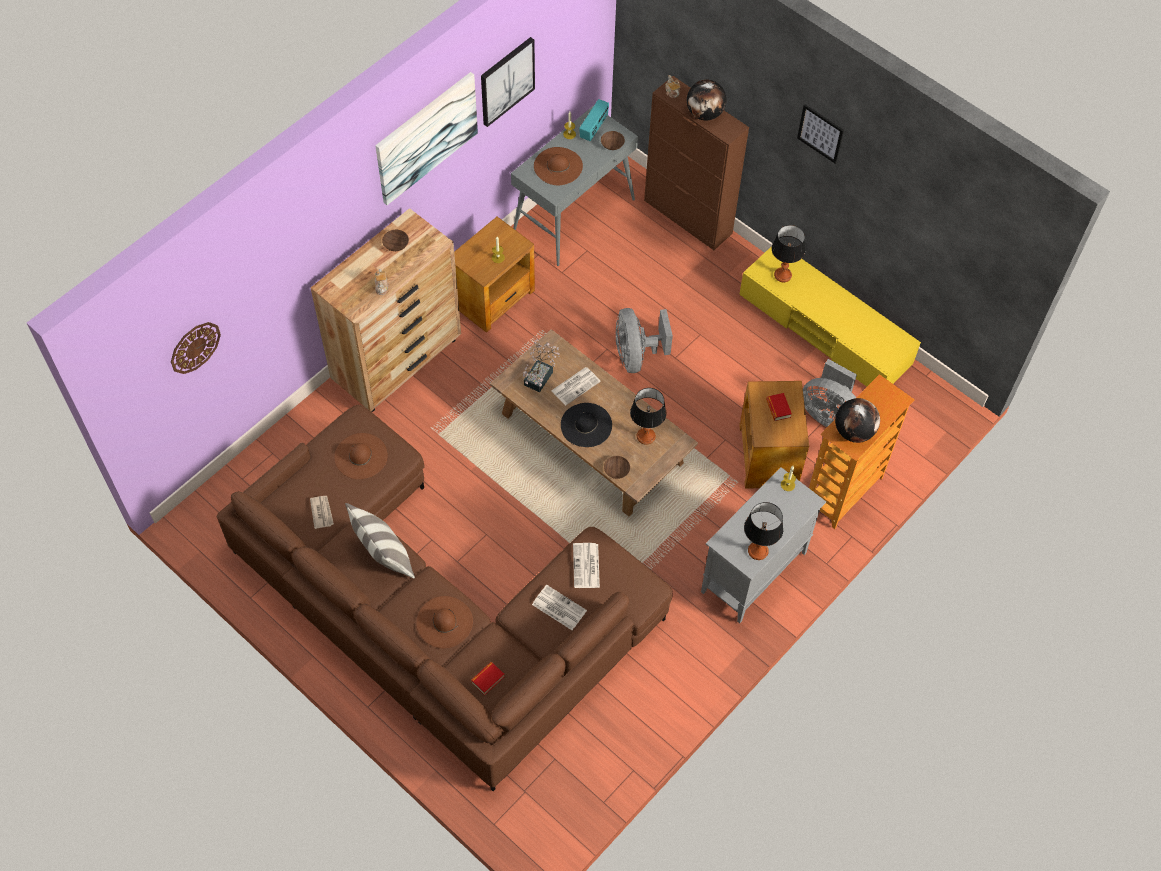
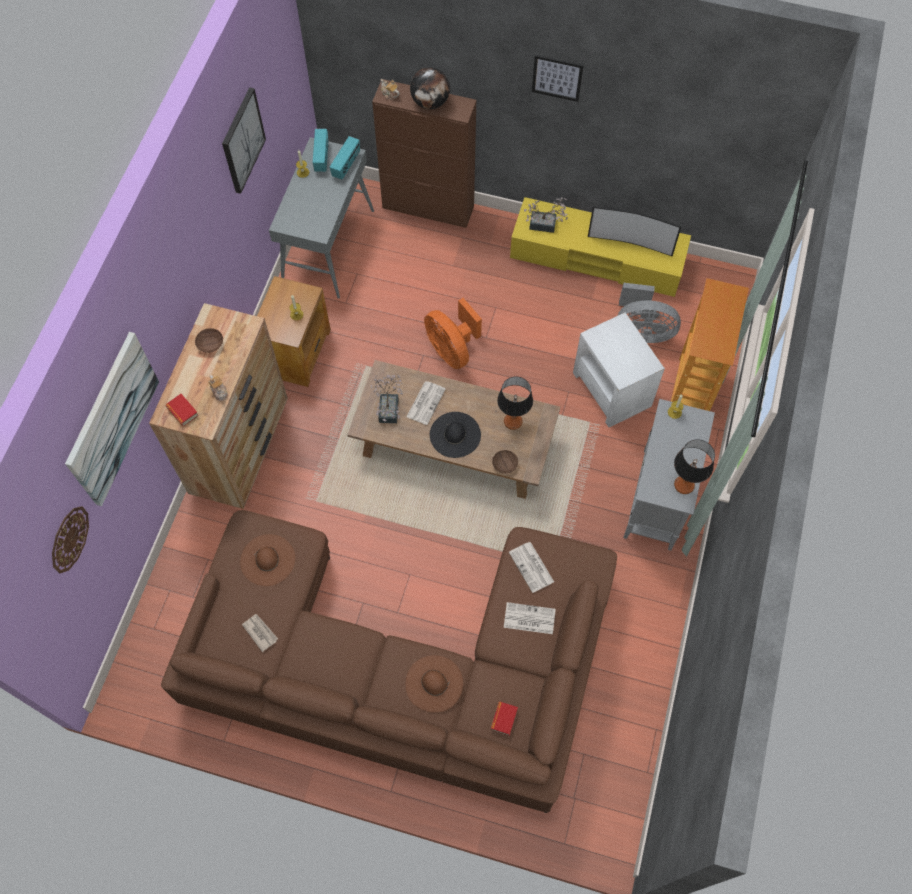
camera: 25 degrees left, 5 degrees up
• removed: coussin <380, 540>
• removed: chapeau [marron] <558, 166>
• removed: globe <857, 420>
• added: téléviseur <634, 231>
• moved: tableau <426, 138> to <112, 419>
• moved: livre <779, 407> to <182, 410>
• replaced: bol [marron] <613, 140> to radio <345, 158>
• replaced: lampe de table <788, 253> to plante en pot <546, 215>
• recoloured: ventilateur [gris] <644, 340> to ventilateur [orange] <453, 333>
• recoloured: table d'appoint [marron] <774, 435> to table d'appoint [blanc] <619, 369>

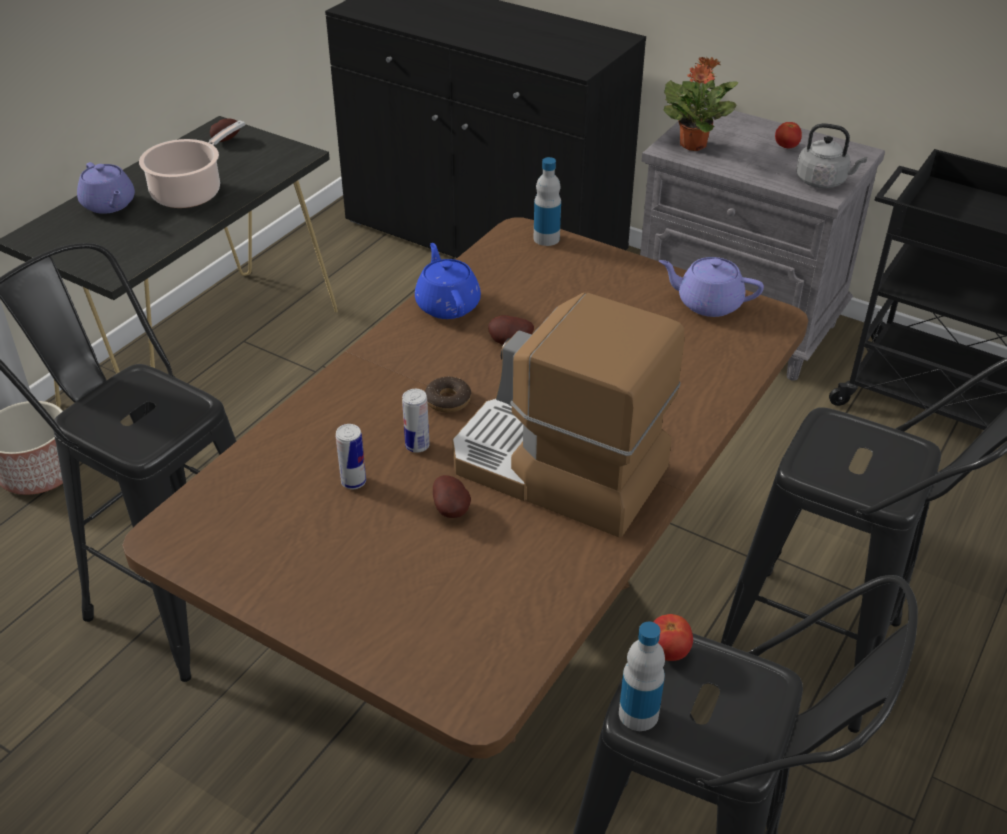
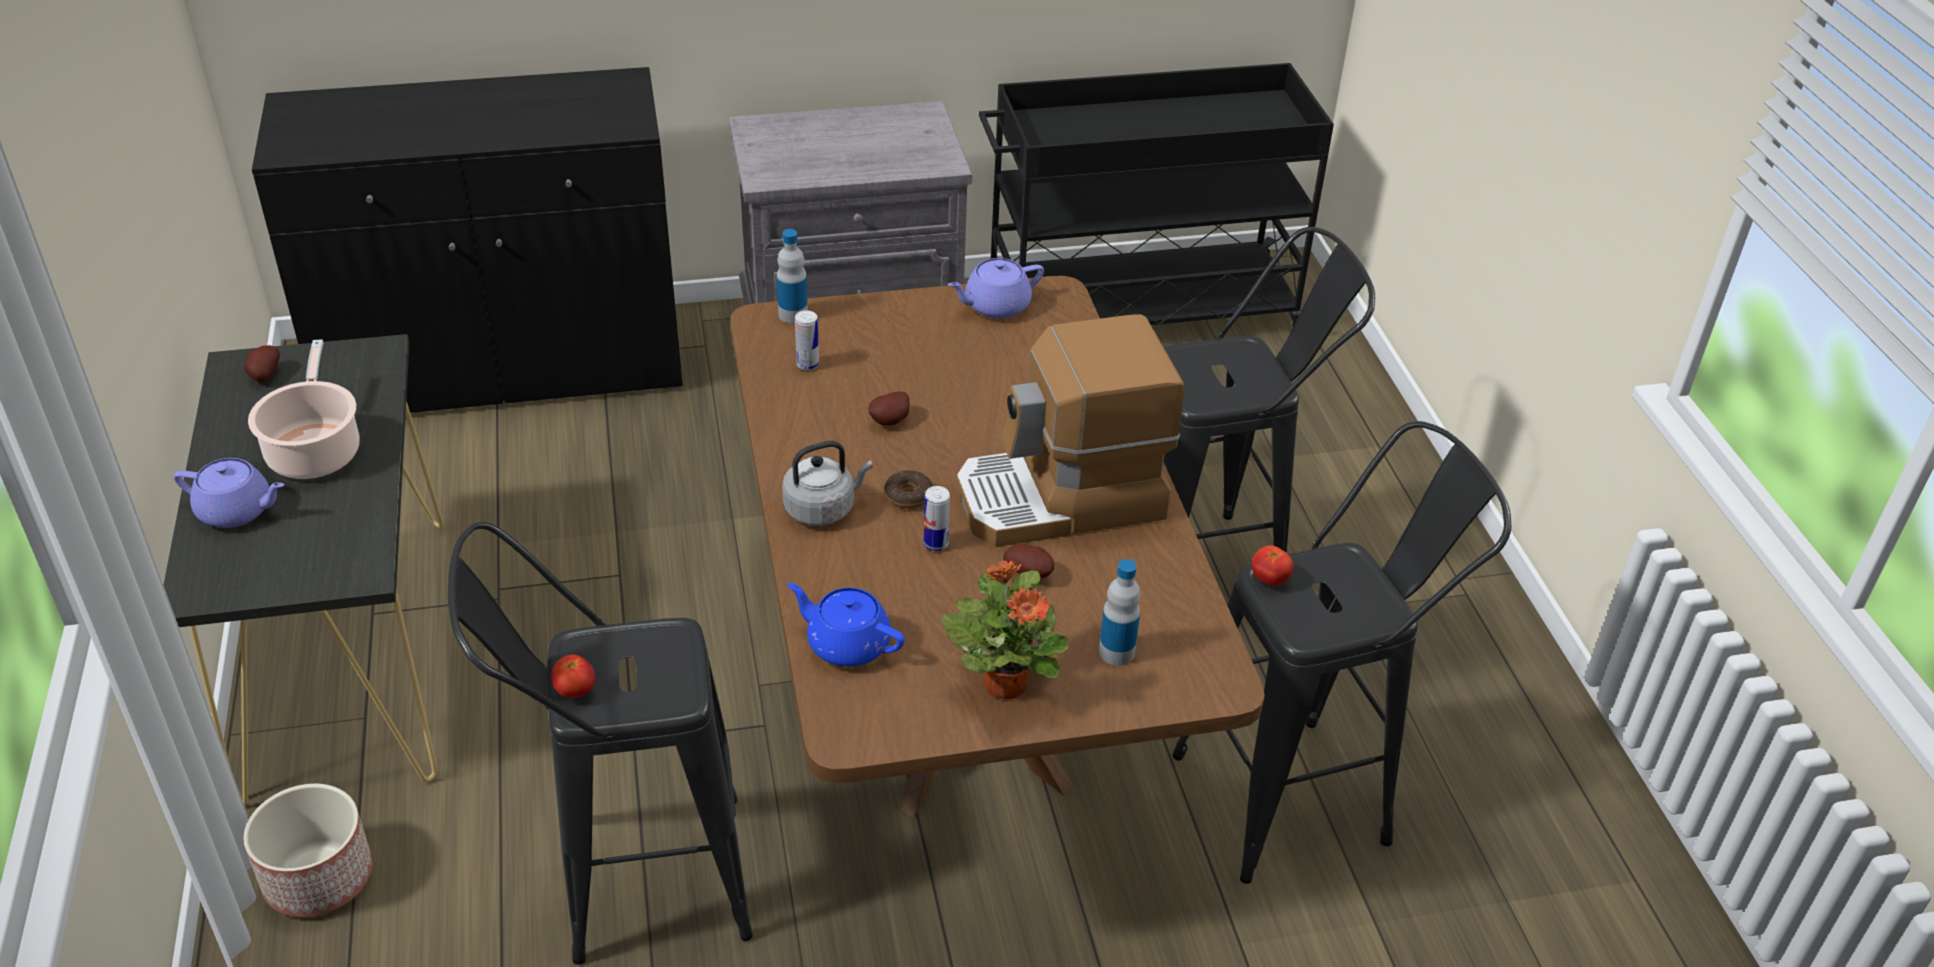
camera: 45 degrees left, 0 degrees up
• moved: boîte métallique <351, 456> to <807, 340>
• moved: théière [bleu] <448, 281> to <846, 625>
• moved: bouteille <642, 676> to <1120, 612>
• moved: plante en pot <700, 103> to <1005, 630>
• moved: tomate <788, 135> to <573, 676>
• moved: bouilloire [gris] <831, 155> to <827, 483>

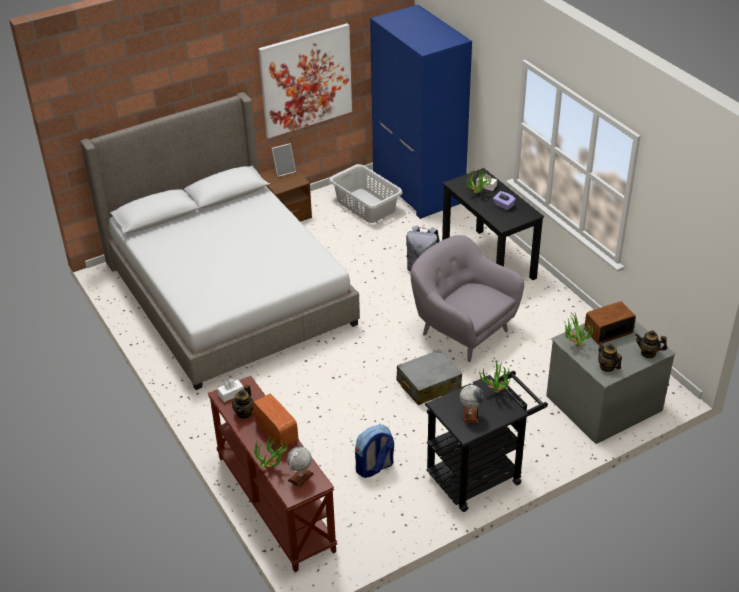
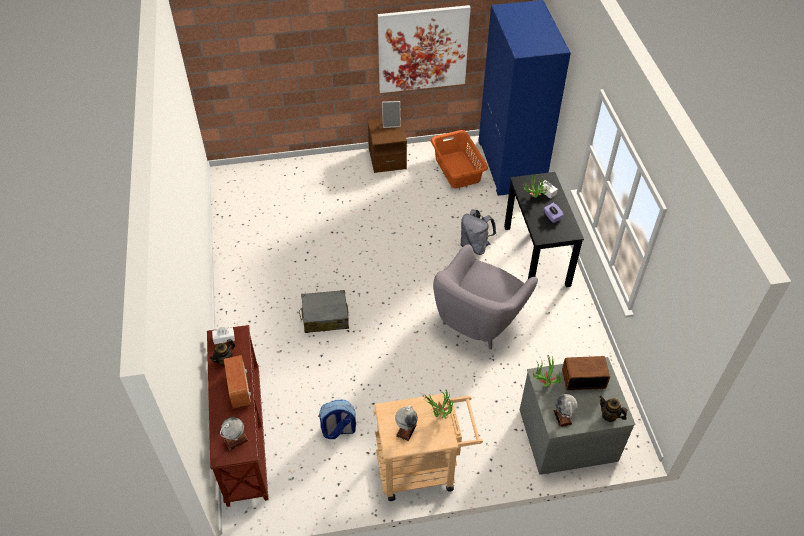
camera: 20 degrees right, 10 degrees up
• removed: lit <220, 241>
• removed: plante en pot <270, 452>
• moved: valise [gris] <429, 377> to <324, 311>
• replaced: théière <610, 356> to globe <565, 410>
• recoloured: panier à linge [gris] <366, 193> to panier à linge [orange] <459, 159>
• recoloured: chariot [noir] <486, 441> to chariot [beige] <428, 447>
• turned: fauteuil [gris] <467, 298> = <485, 297> 120 degrees counterclockwise

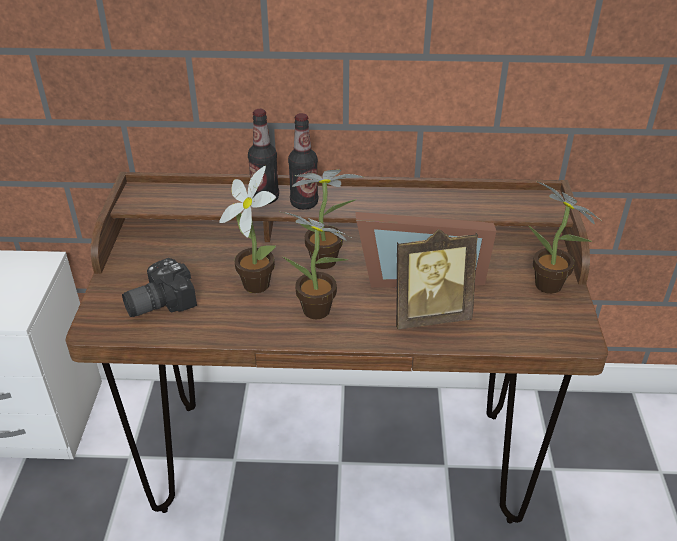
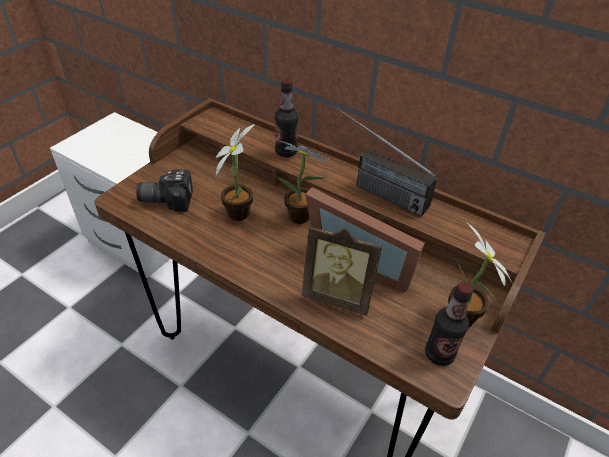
camera: 30 degrees right, 5 degrees up
• removed: plante en pot <317, 265>
• added: radio <387, 162>
• moved: bouteille <303, 161> to <449, 324>

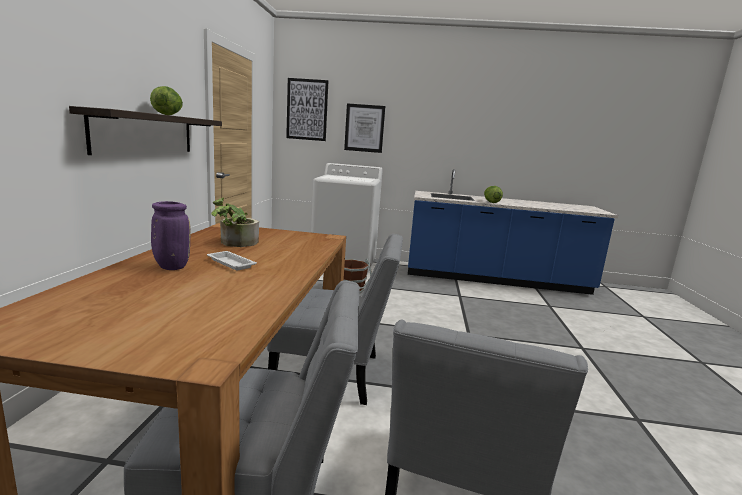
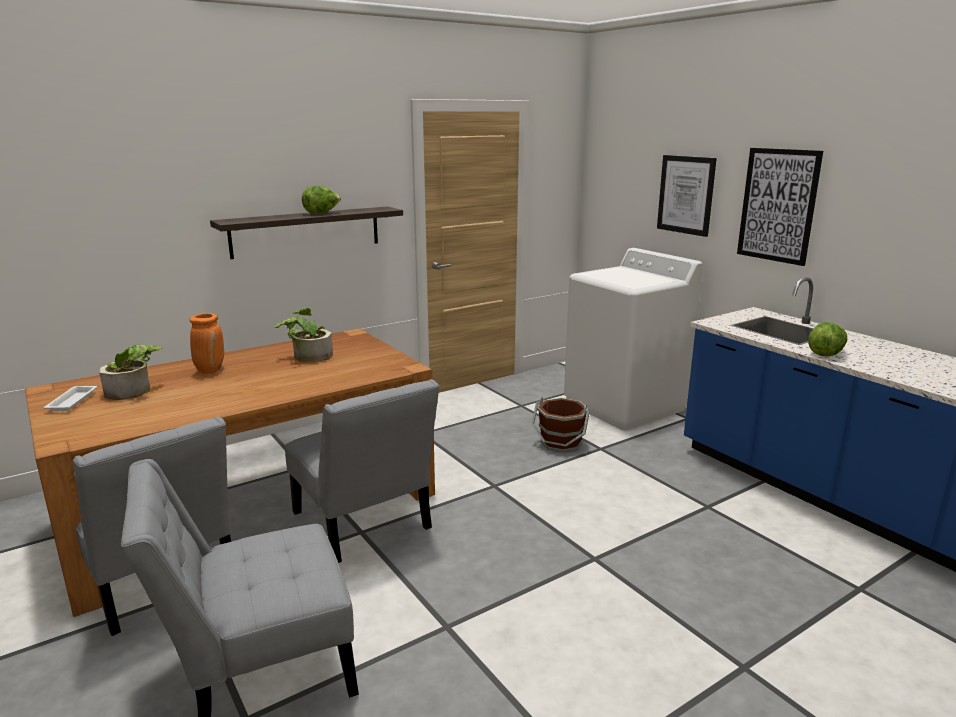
camera: 50 degrees right, 5 degrees up
• added: plante en pot <131, 372>
• moved: plateau [blanc] <232, 260> to <70, 398>
• moved: tableau <307, 109> to <780, 207>
• recoloured: vase [violet] <171, 235> to vase [orange] <207, 343>

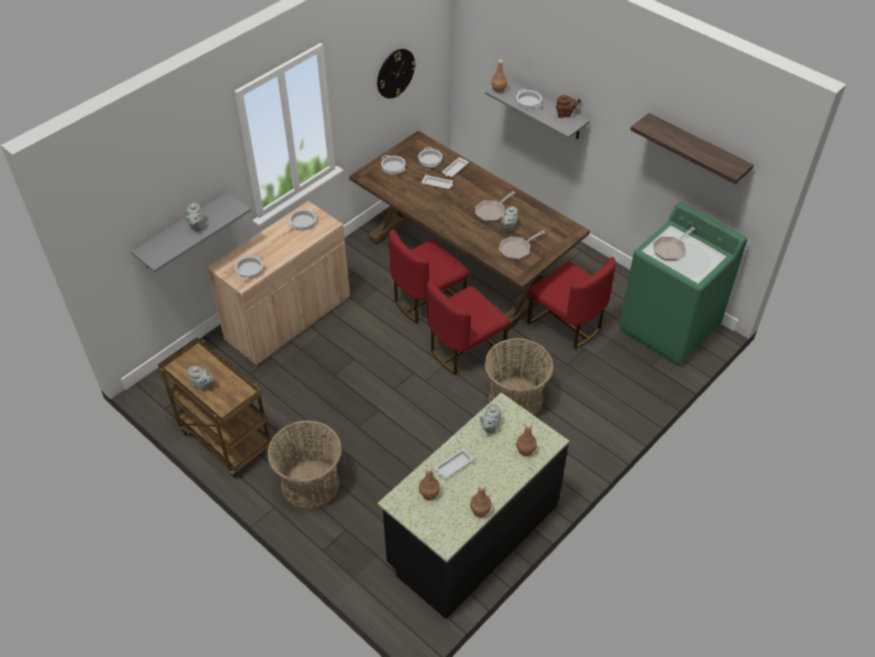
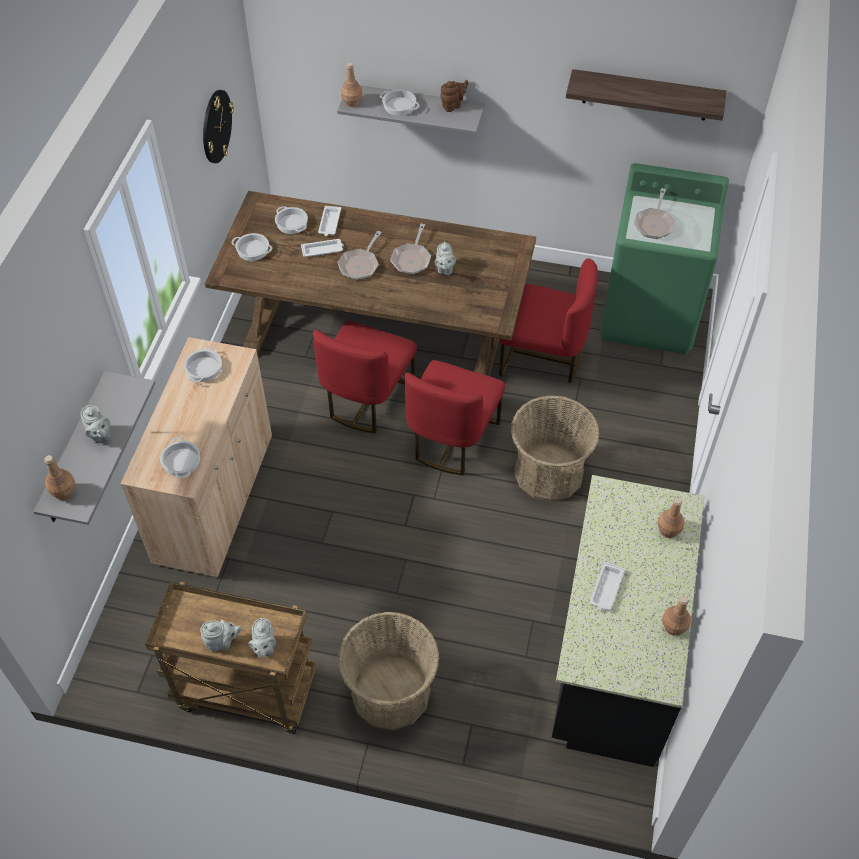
camera: 30 degrees left, 5 degrees up
• moved: bouteille [marron] <429, 483> to <59, 477>
• moved: théière [gris] <490, 419> to <262, 638>
• moved: poêle <522, 245> to <359, 255>

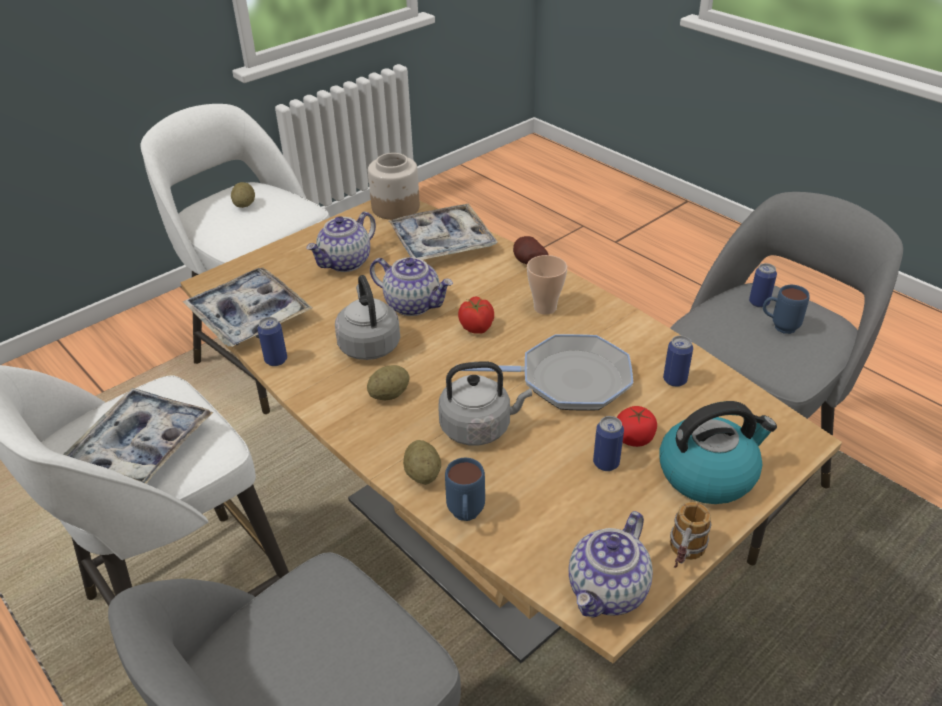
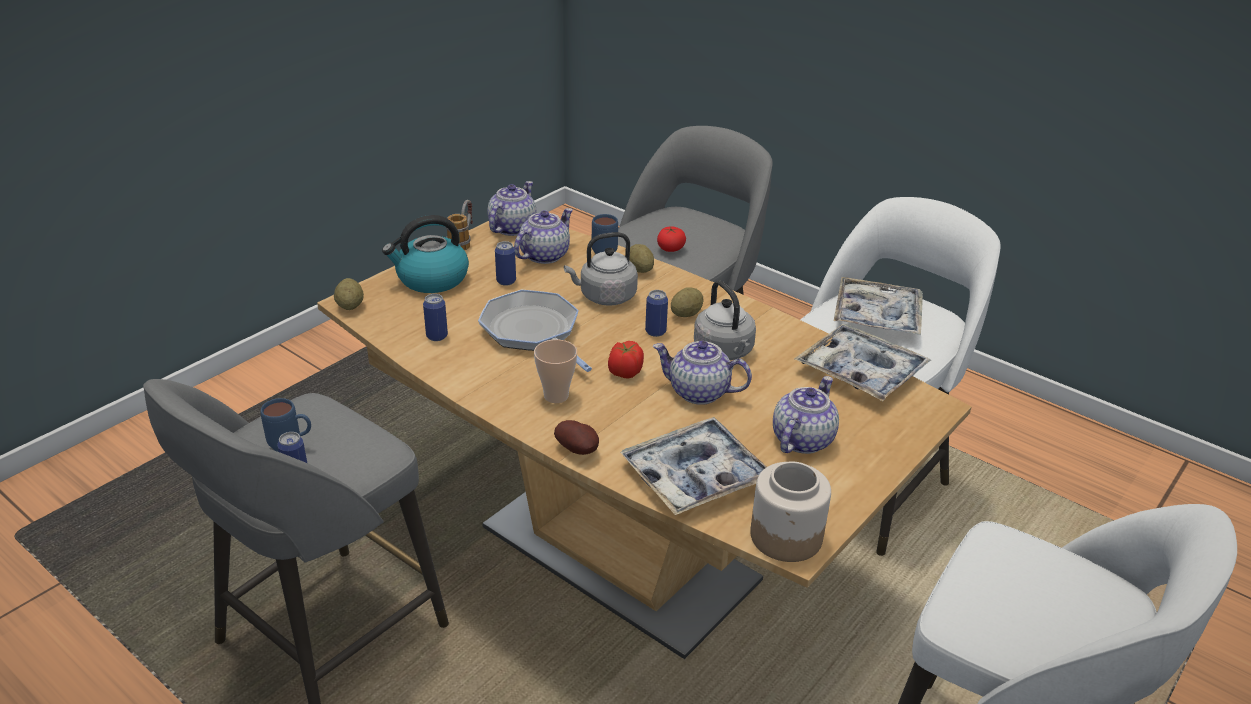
camera: 170 degrees right, 5 degrees down
• added: théière <543, 236>
• moved: pomme de terre <243, 195> to <349, 294>
• moved: boîte métallique <272, 341> to <656, 313>
• moved: tomate <637, 426> to <671, 239>
• turned: poêle <547, 372> = <535, 331> 60 degrees clockwise

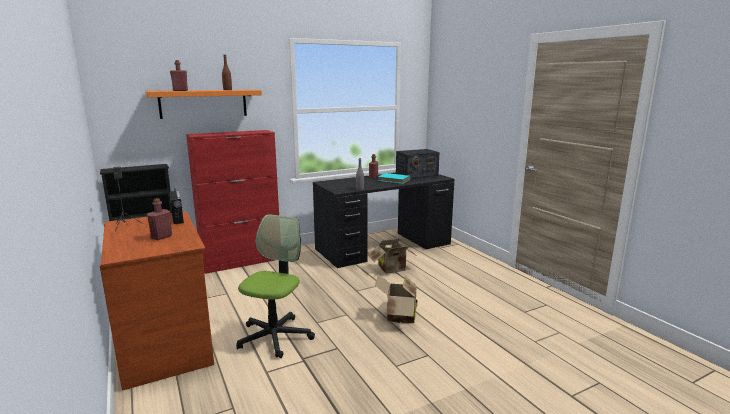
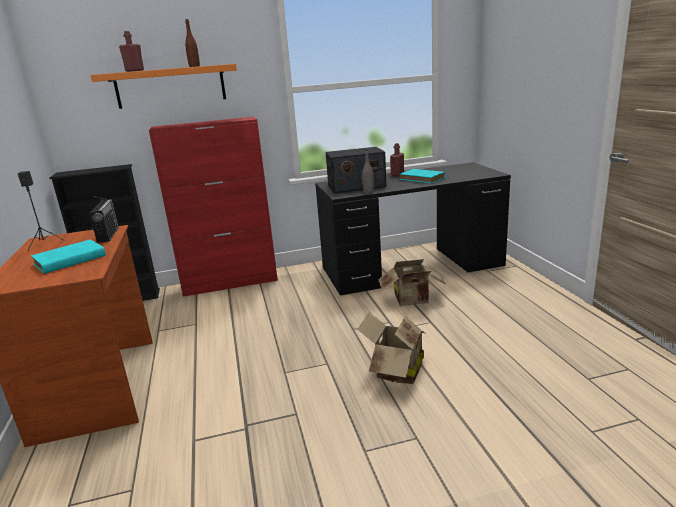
camera: 15 degrees right, 5 degrees up
• removed: chaise de bureau <275, 286>
• moved: radio <417, 164> to <356, 170>
• replaced: bouteille [rouge] <159, 219> to livre [turquoise] <68, 256>

